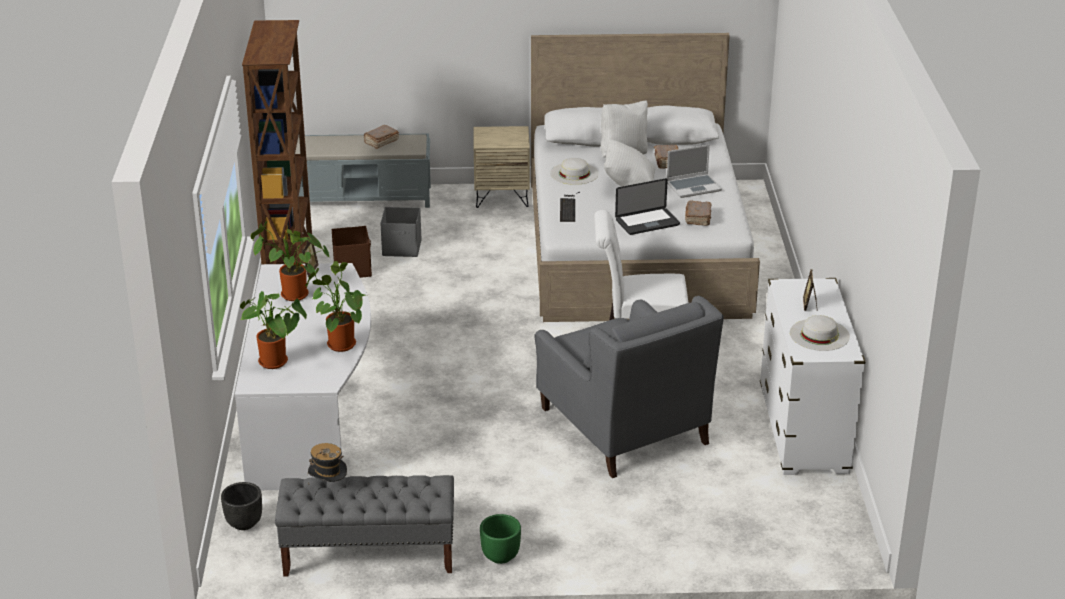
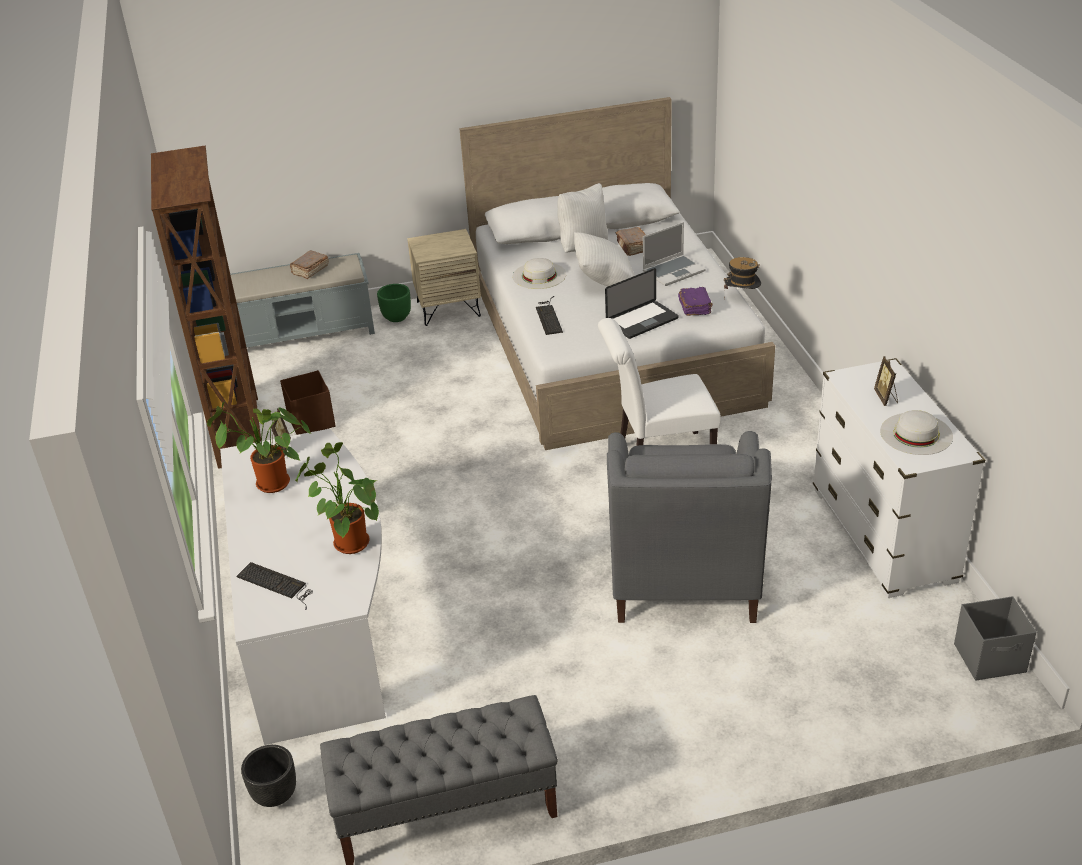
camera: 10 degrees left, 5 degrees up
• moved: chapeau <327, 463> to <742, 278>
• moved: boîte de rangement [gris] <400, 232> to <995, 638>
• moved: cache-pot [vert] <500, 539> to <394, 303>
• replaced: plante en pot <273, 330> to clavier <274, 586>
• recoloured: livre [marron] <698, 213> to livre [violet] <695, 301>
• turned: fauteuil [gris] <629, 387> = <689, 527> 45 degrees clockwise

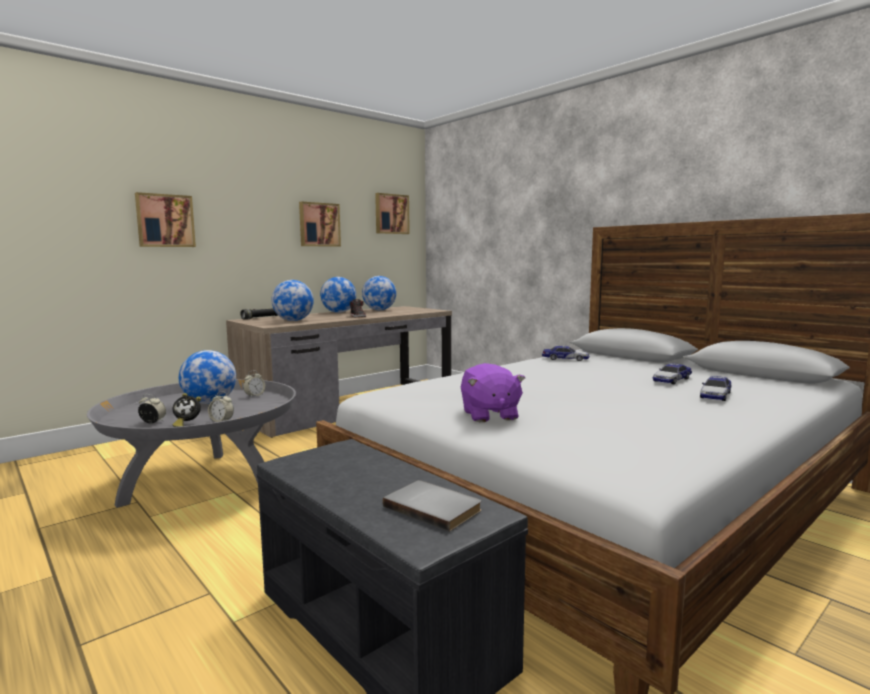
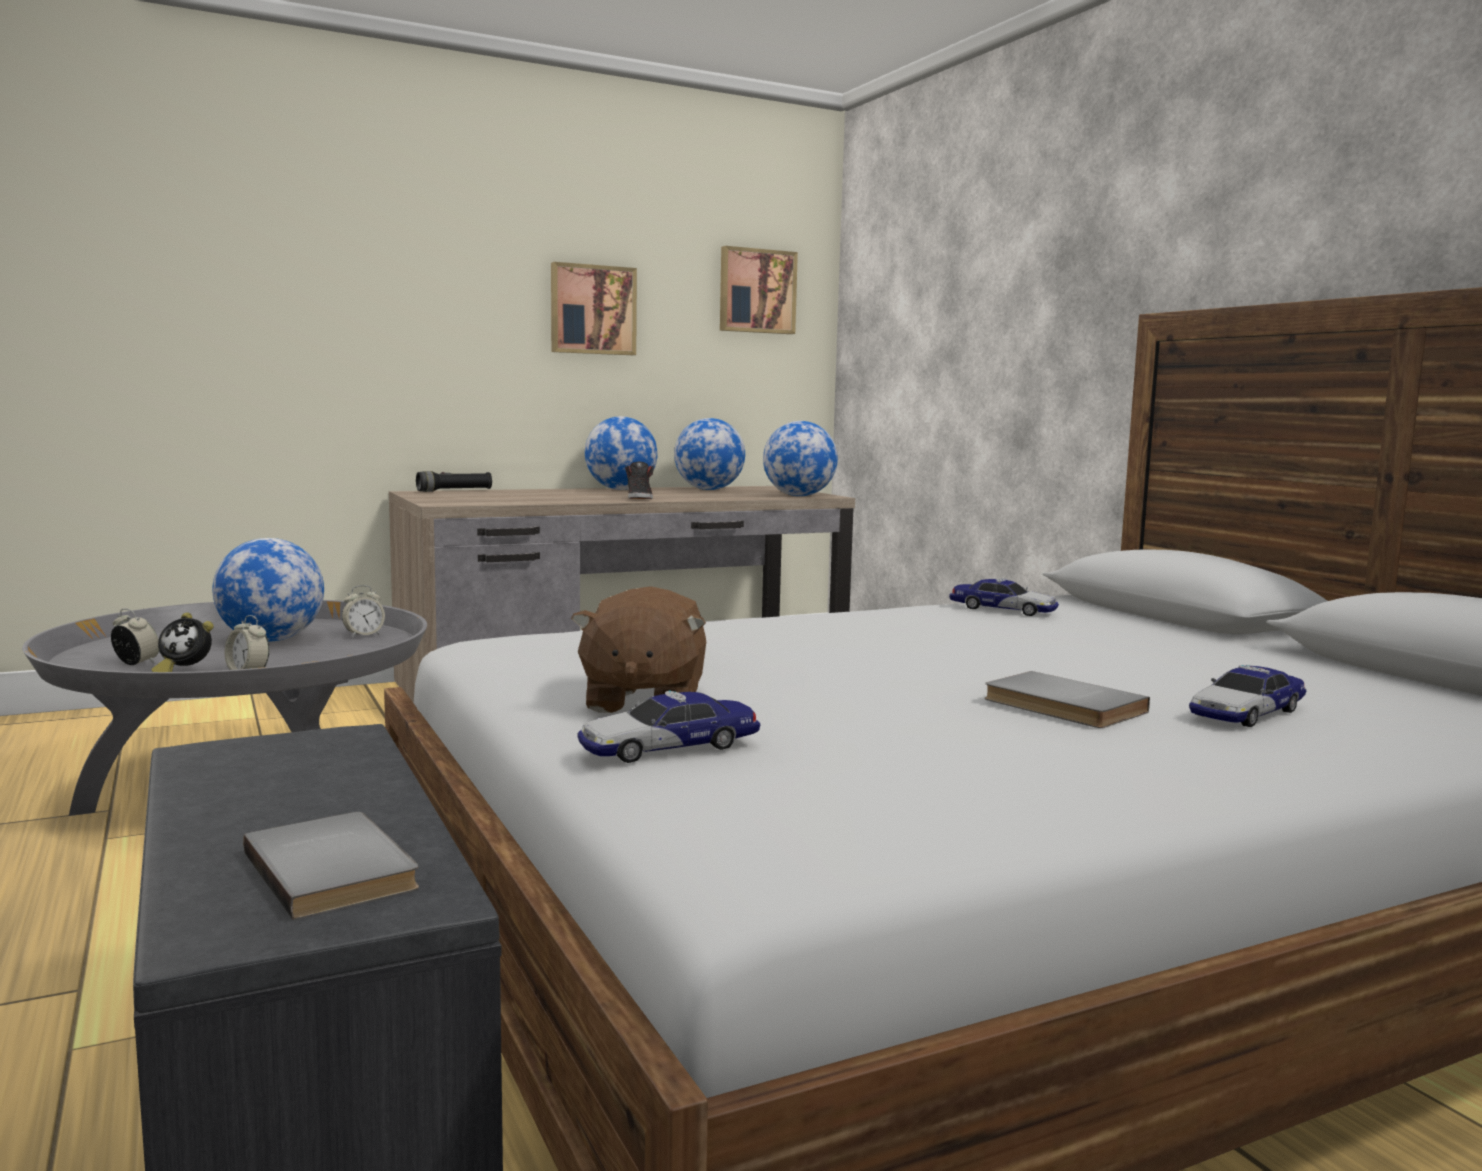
camera: 15 degrees right, 0 degrees up
• removed: tableau <165, 219>
• added: livre [gris] <1067, 699>
• moved: globe <292, 300> to <800, 458>
• moved: petite voiture <672, 373> to <668, 727>
• recoloured: peluche [violet] <493, 392> to peluche [marron] <638, 649>

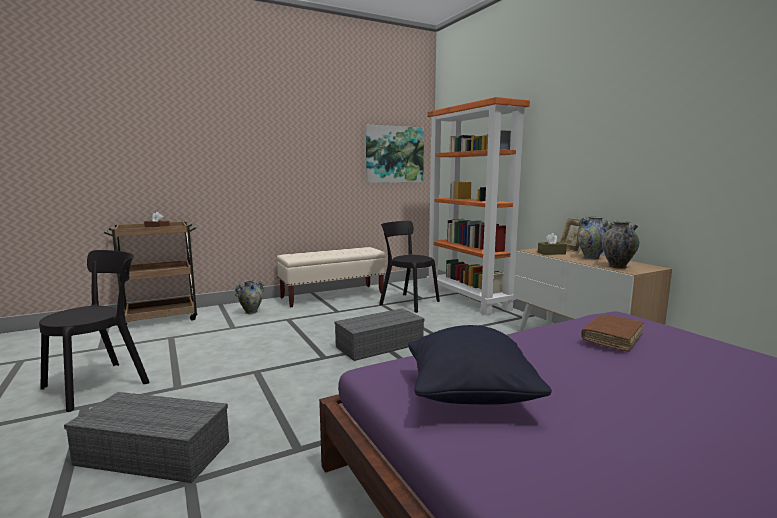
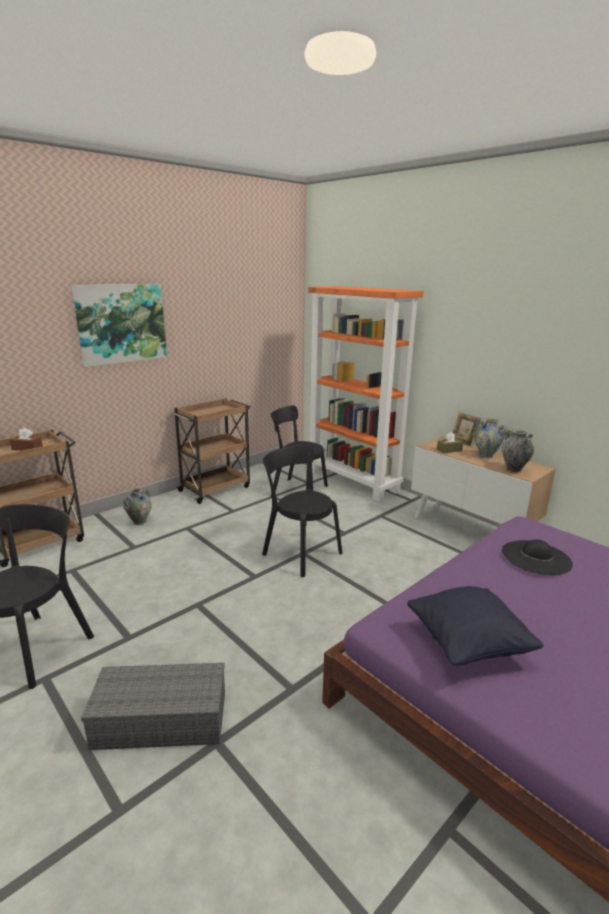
camera: 15 degrees left, 10 degrees up
• moved: tableau <395, 154> to <119, 325>
• replaced: banc [beige] <331, 277> to chariot [marron] <210, 451>
• replaced: boîte de rangement [gris] <379, 334> to chaise [noir] <302, 510>
• replaced: livre [marron] <612, 333> to chapeau [noir] <537, 557>

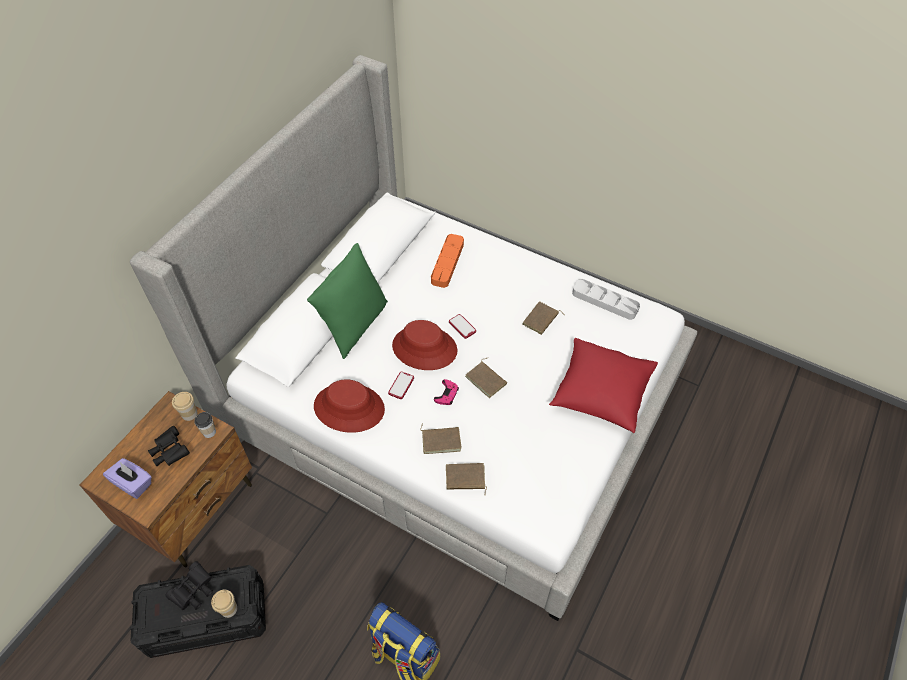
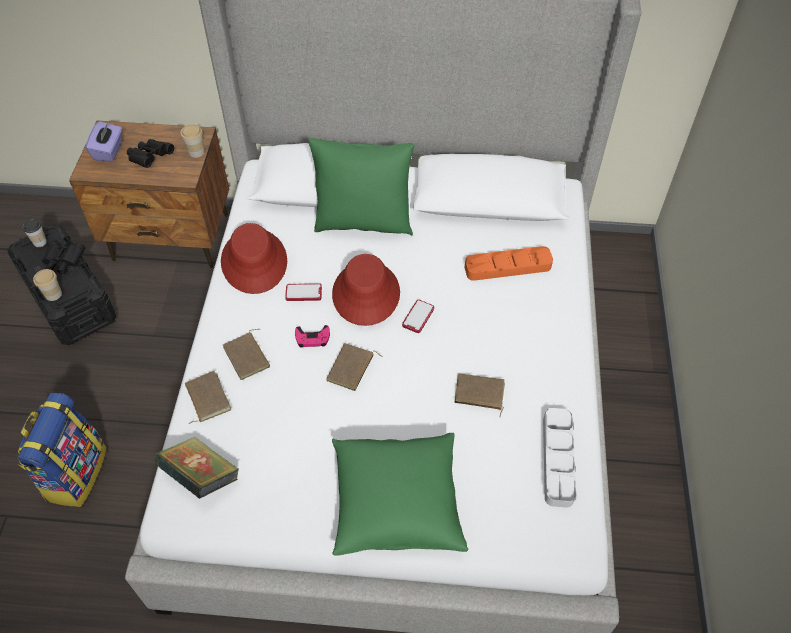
camera: 65 degrees right, 0 degrees up
• added: livre <197, 468>
• moved: tasse <205, 425> to <35, 233>
• recoloured: coussin [rouge] <603, 385> to coussin [vert] <400, 494>

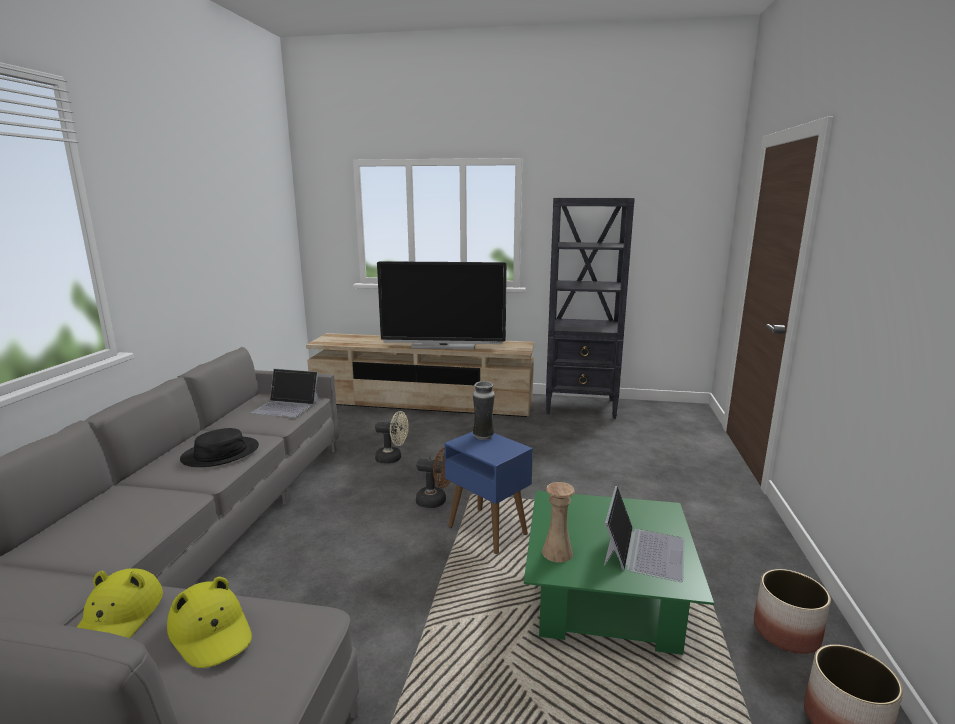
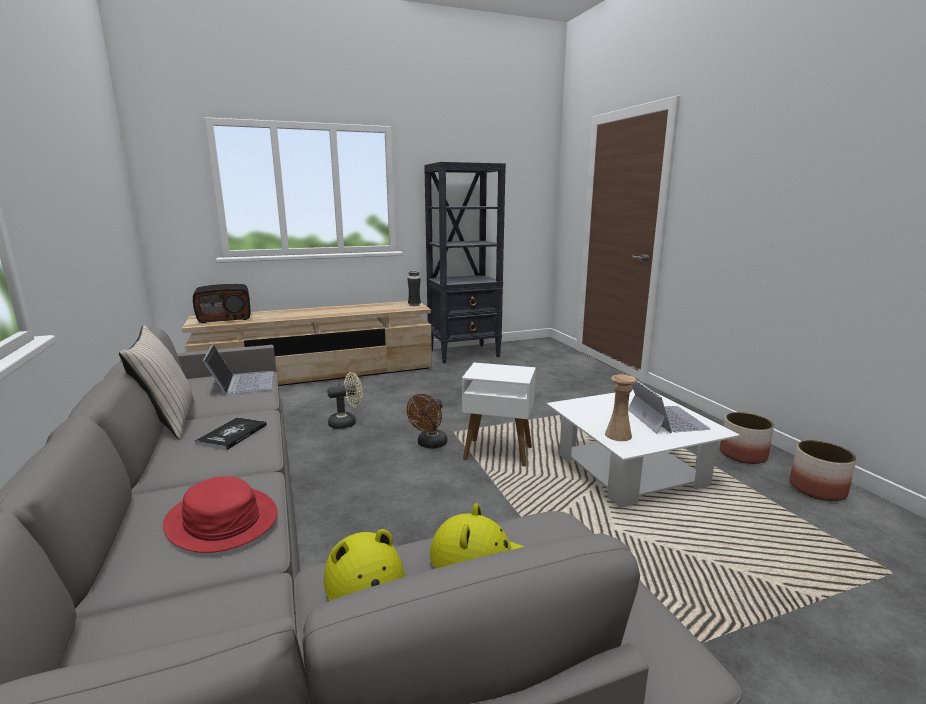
camera: 30 degrees left, 0 degrees up
• removed: téléviseur <442, 305>
• added: coussin [beige] <157, 382>
• added: chapeau [rouge] <220, 514>
• added: radio <221, 303>
• moved: vase <484, 410> to <414, 288>
• replaced: chapeau [noir] <219, 447> to livre <231, 433>
• recoloured: table d'appoint [bleu] <488, 492> to table d'appoint [blanc] <499, 415>
• recoloured: table basse [vert] <619, 573> to table basse [blanc] <643, 449>
• turned: ordinateur portable <285, 393> = <238, 370> 90 degrees counterclockwise
• turned: ventilateur [marron] <433, 478> = <427, 421> 135 degrees clockwise

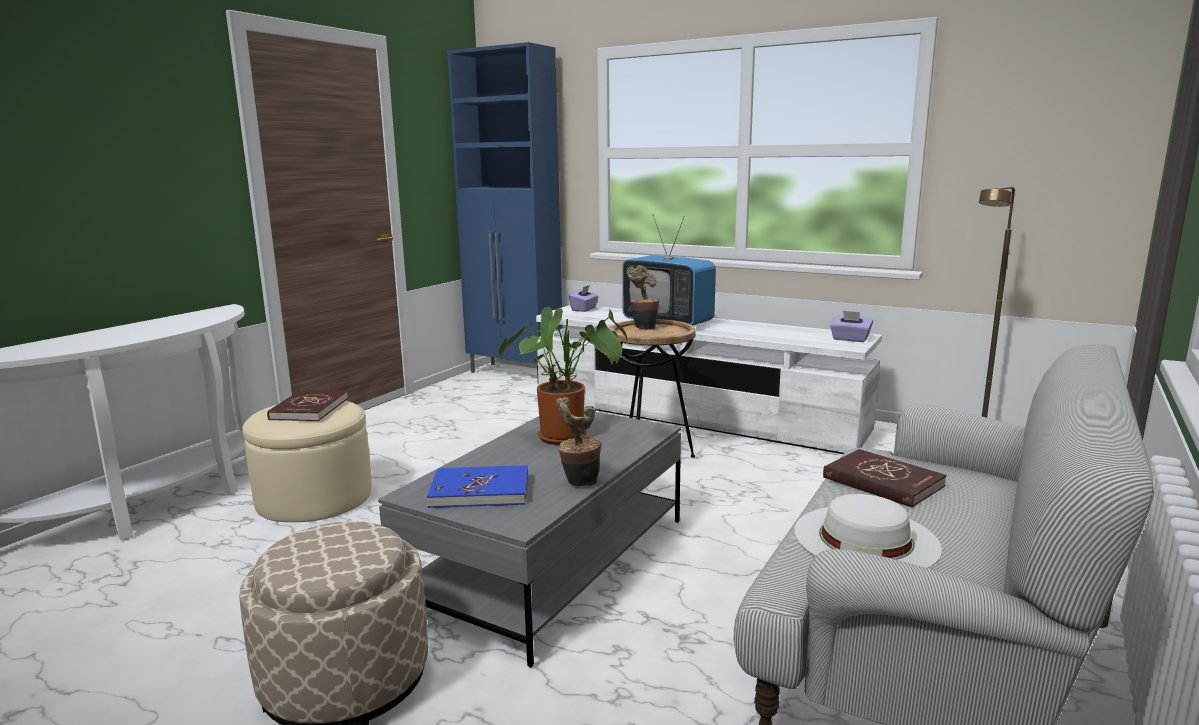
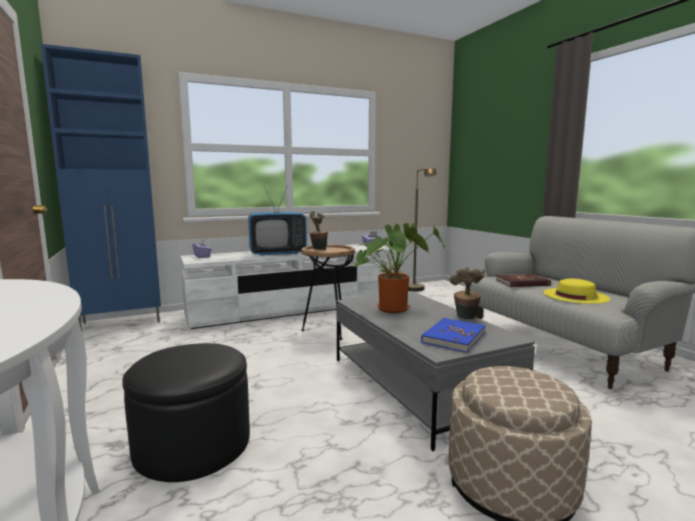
camera: 55 degrees left, 5 degrees down
• removed: livre [rouge] <307, 405>
• recoloured: pouf [beige] <307, 461> to pouf [noir] <186, 412>
• recoloured: chapeau [blanc] <868, 531> to chapeau [jaune] <576, 291>

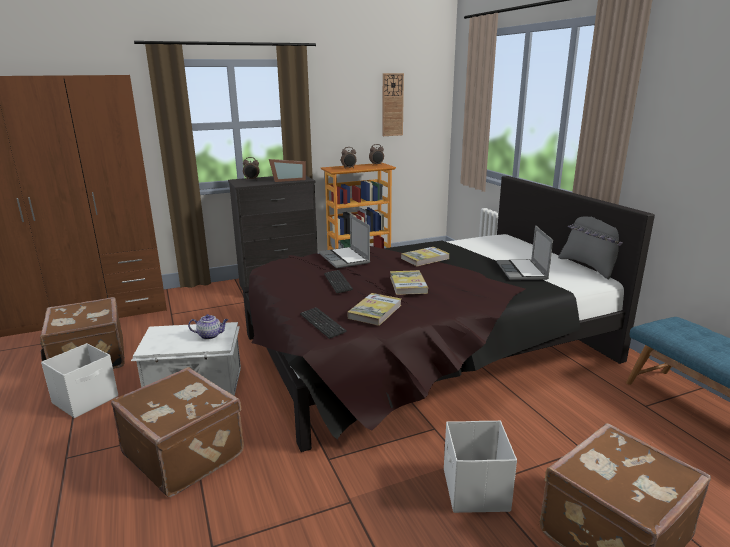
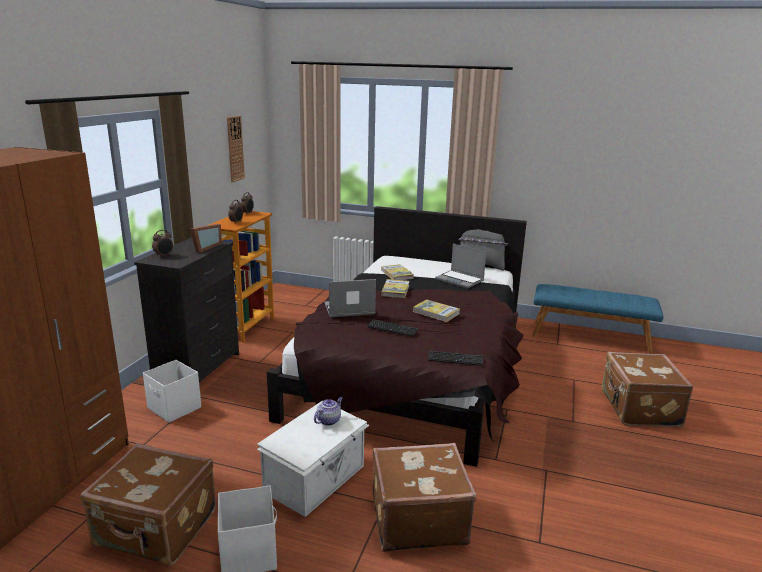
camera: 50 degrees left, 0 degrees up
• moved: livre <374, 309> to <397, 272>
• moved: boîte de rangement [blanc] <480, 467> to <172, 391>
• turned: ordinateur portable <344, 241> = <350, 298> 150 degrees clockwise

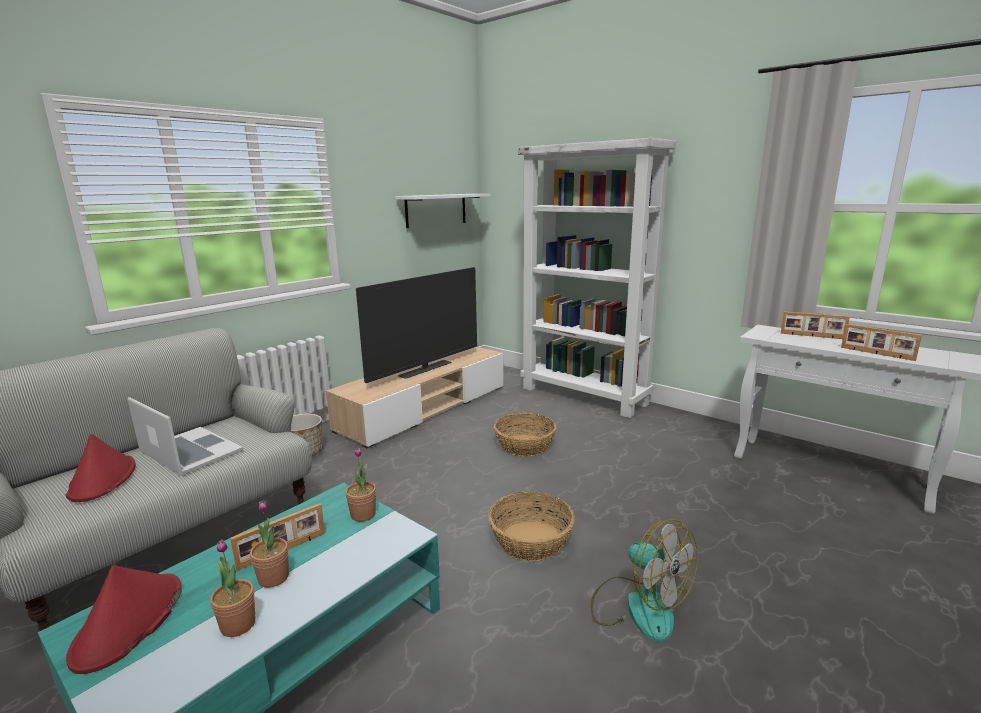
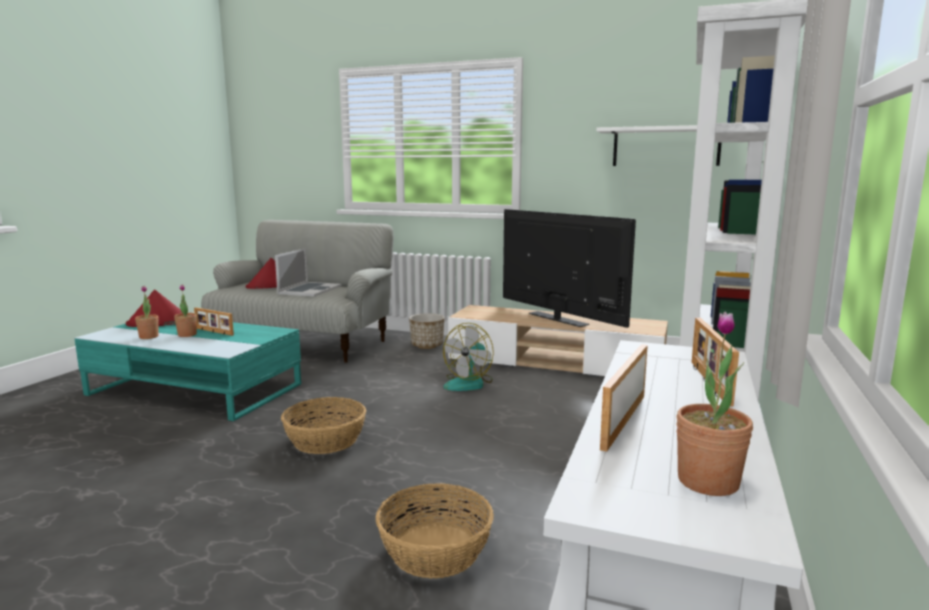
camera: 70 degrees right, 5 degrees down
• moved: plante en pot <360, 485> to <714, 404>
• moved: panier <525, 435> to <435, 531>
• moved: ventilateur <644, 580> to <468, 357>
• turned: téléviseur <416, 325> = <569, 268> 150 degrees counterclockwise

